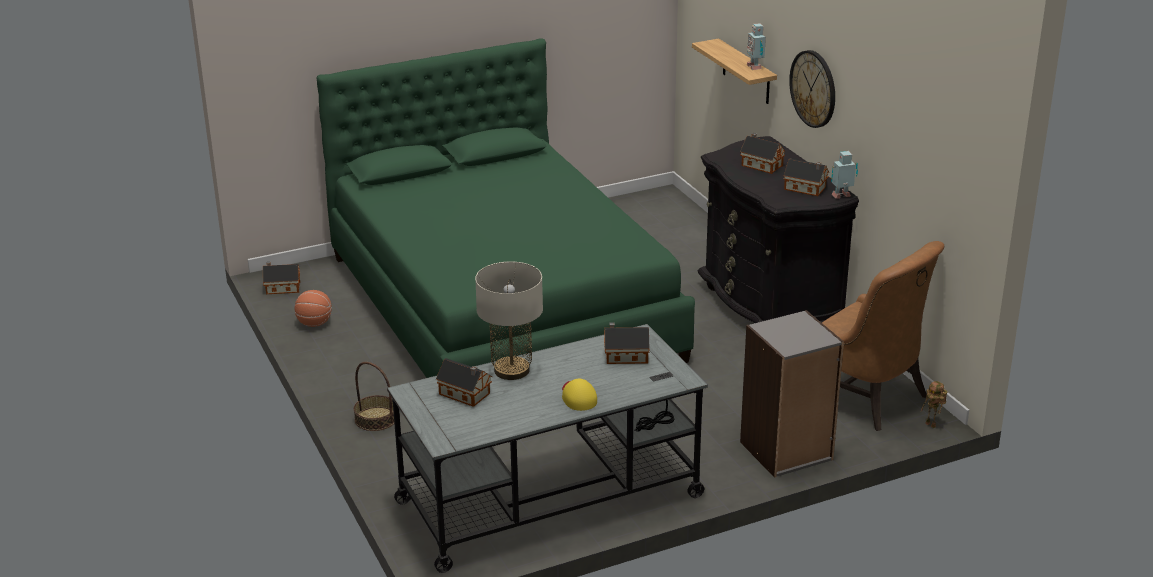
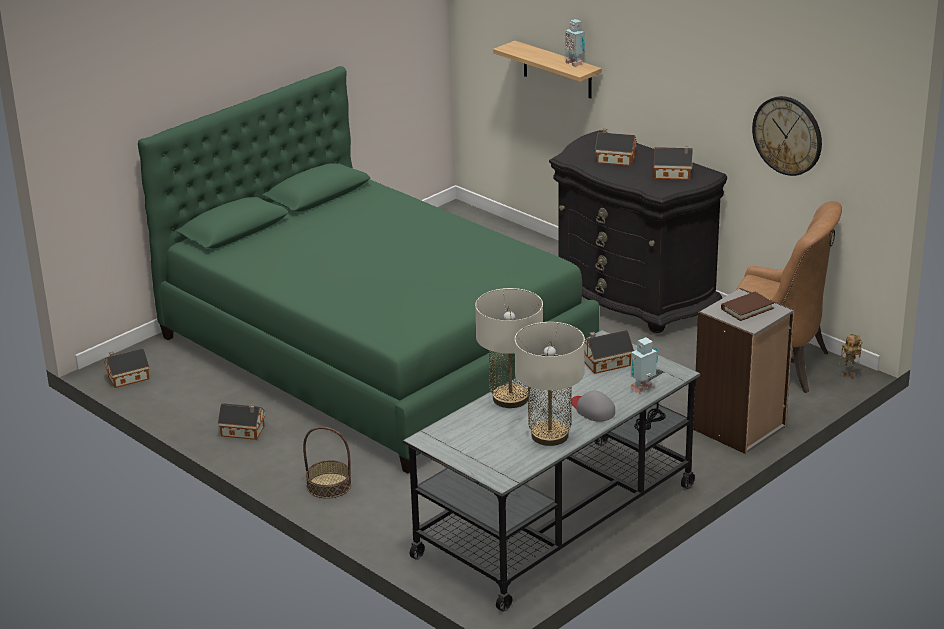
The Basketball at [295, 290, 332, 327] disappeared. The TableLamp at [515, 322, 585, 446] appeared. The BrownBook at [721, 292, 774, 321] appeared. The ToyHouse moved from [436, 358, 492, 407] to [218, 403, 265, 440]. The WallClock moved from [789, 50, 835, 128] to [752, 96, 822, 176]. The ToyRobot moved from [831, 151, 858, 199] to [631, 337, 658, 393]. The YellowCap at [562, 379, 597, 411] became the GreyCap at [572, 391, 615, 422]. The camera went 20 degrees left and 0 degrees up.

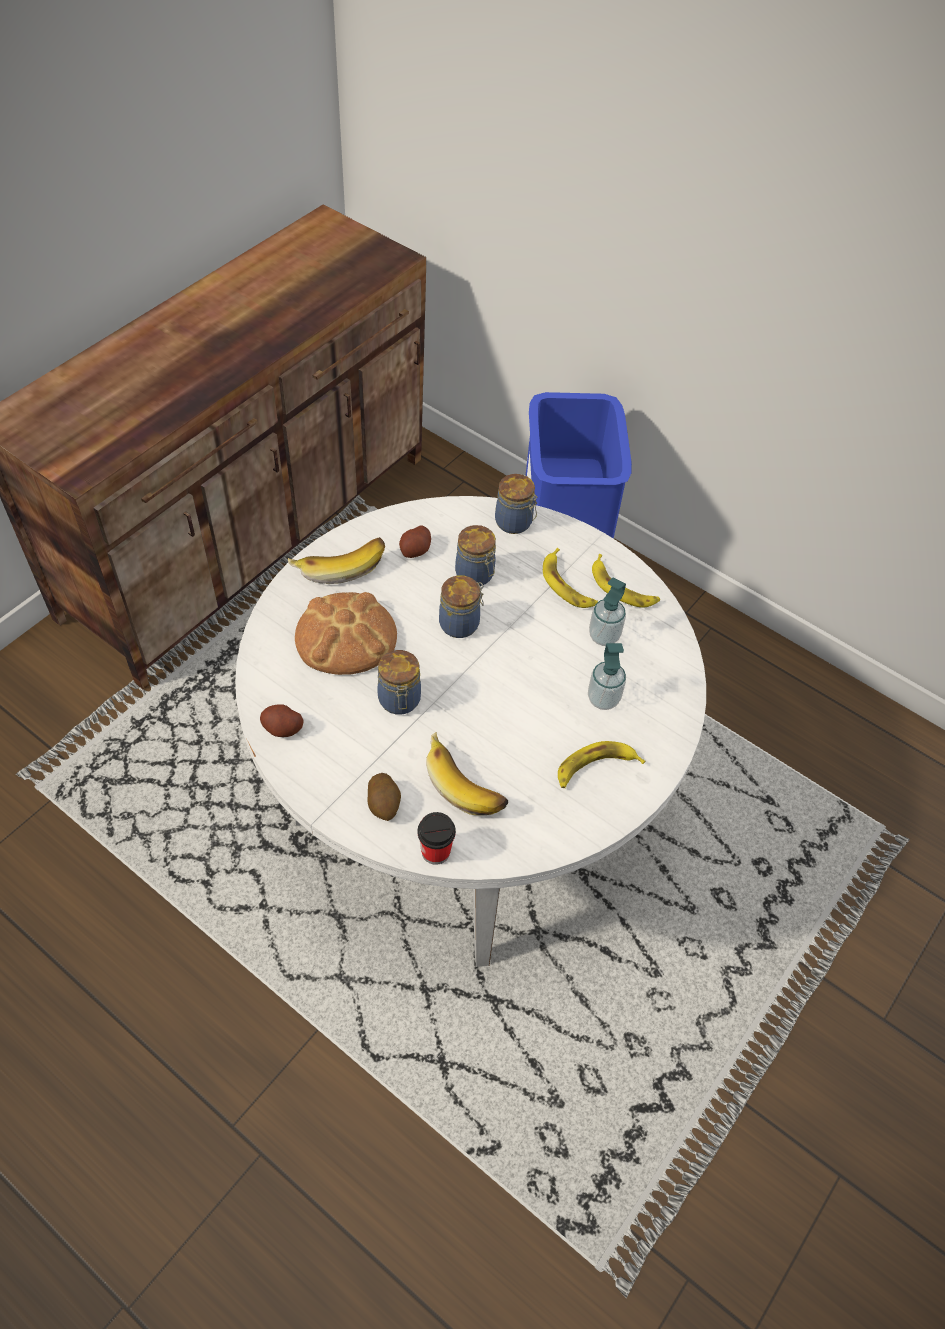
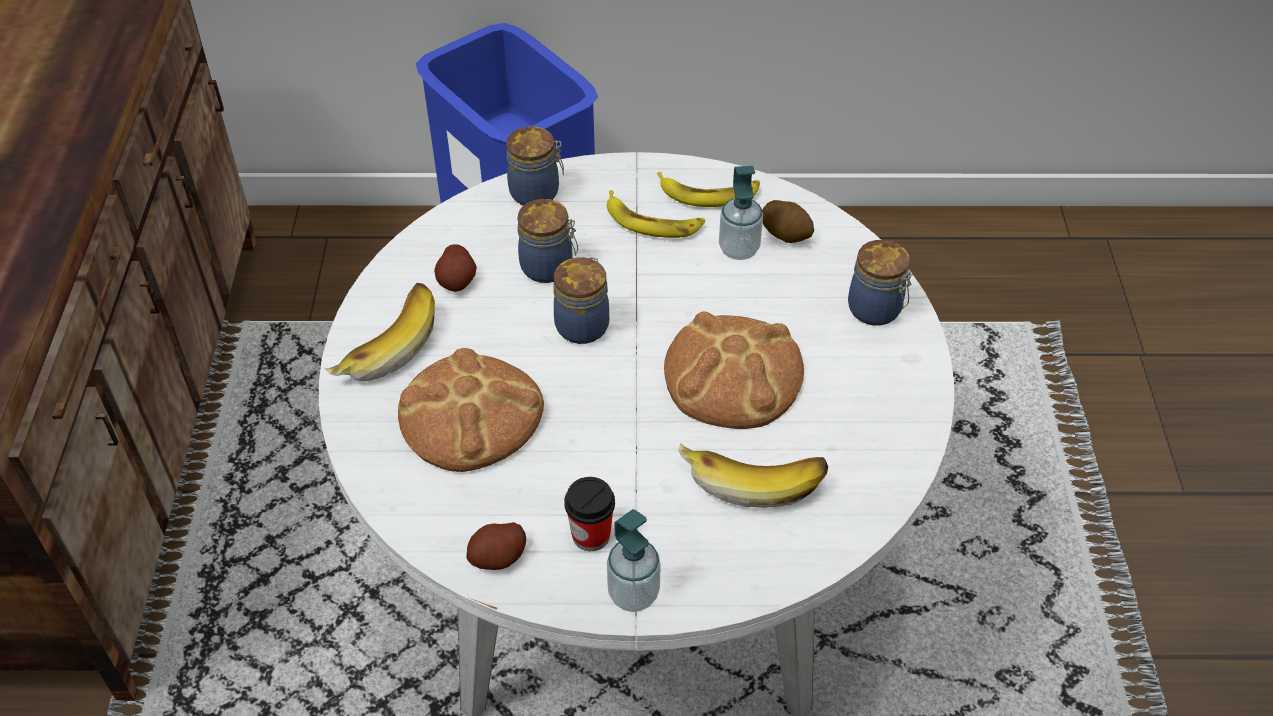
The Banana at [558, 741, 645, 788] disappeared. The Bread at [664, 311, 804, 429] appeared. The Potato moved from [367, 773, 401, 821] to [762, 200, 814, 243]. The Jar moved from [377, 650, 421, 715] to [848, 240, 913, 326]. The Cup moved from [417, 812, 456, 865] to [564, 477, 615, 551]. The SoapDispenser moved from [588, 643, 626, 710] to [607, 509, 661, 612]. The camera went 35 degrees left and 5 degrees down.

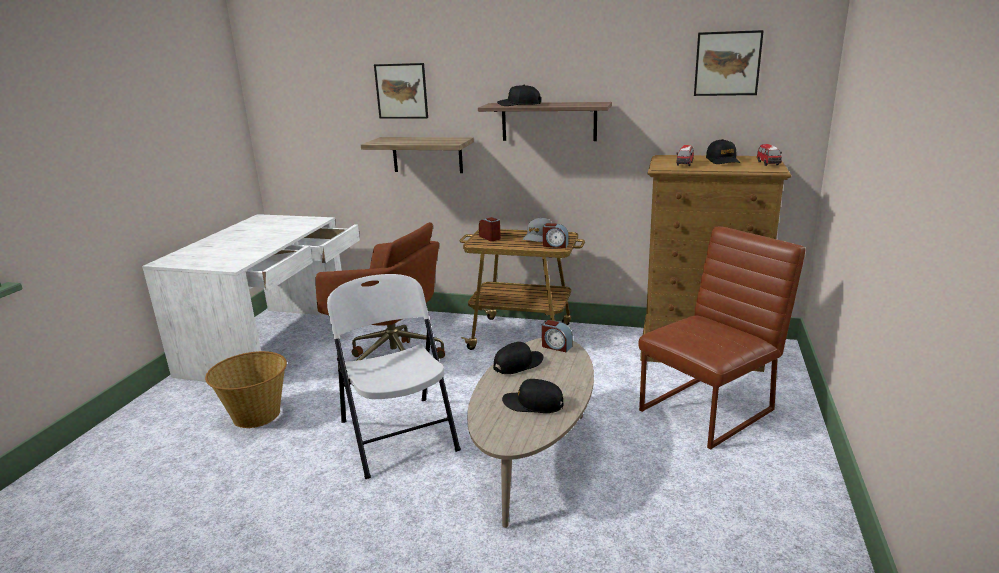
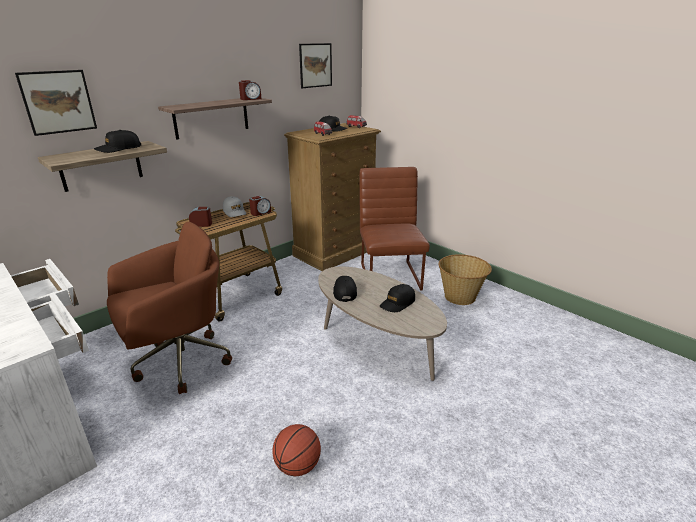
The WhiteChair at [327, 274, 461, 479] disappeared. The Basketball at [272, 424, 321, 476] appeared. The Basket moved from [205, 351, 287, 428] to [439, 254, 492, 305]. The BlackCap moved from [497, 85, 541, 106] to [94, 130, 141, 153]. The AlarmClock moved from [542, 320, 573, 352] to [239, 80, 262, 100]. The camera went 60 degrees left and 5 degrees up.

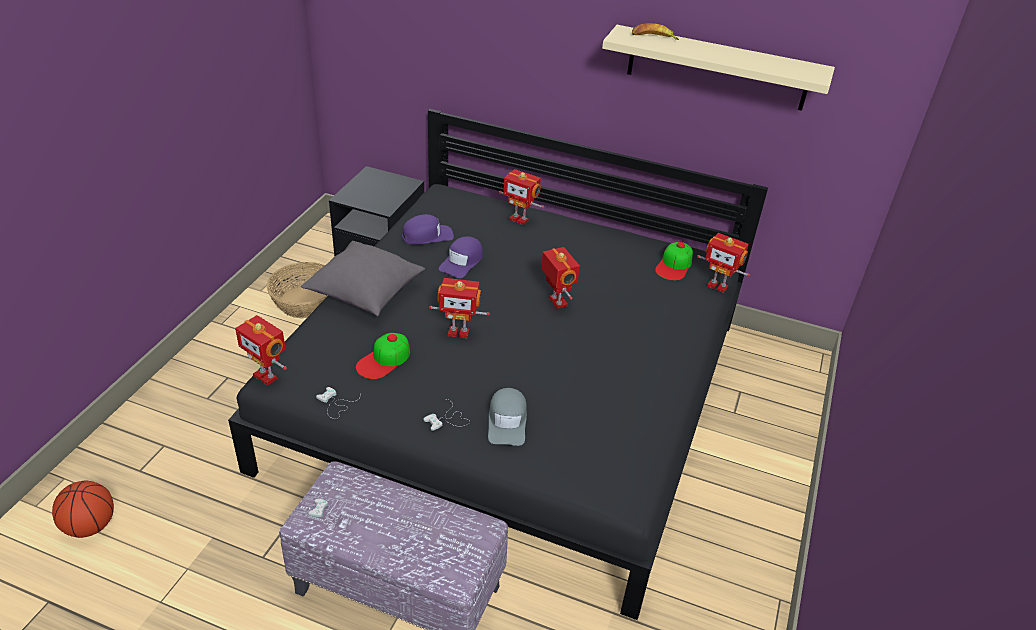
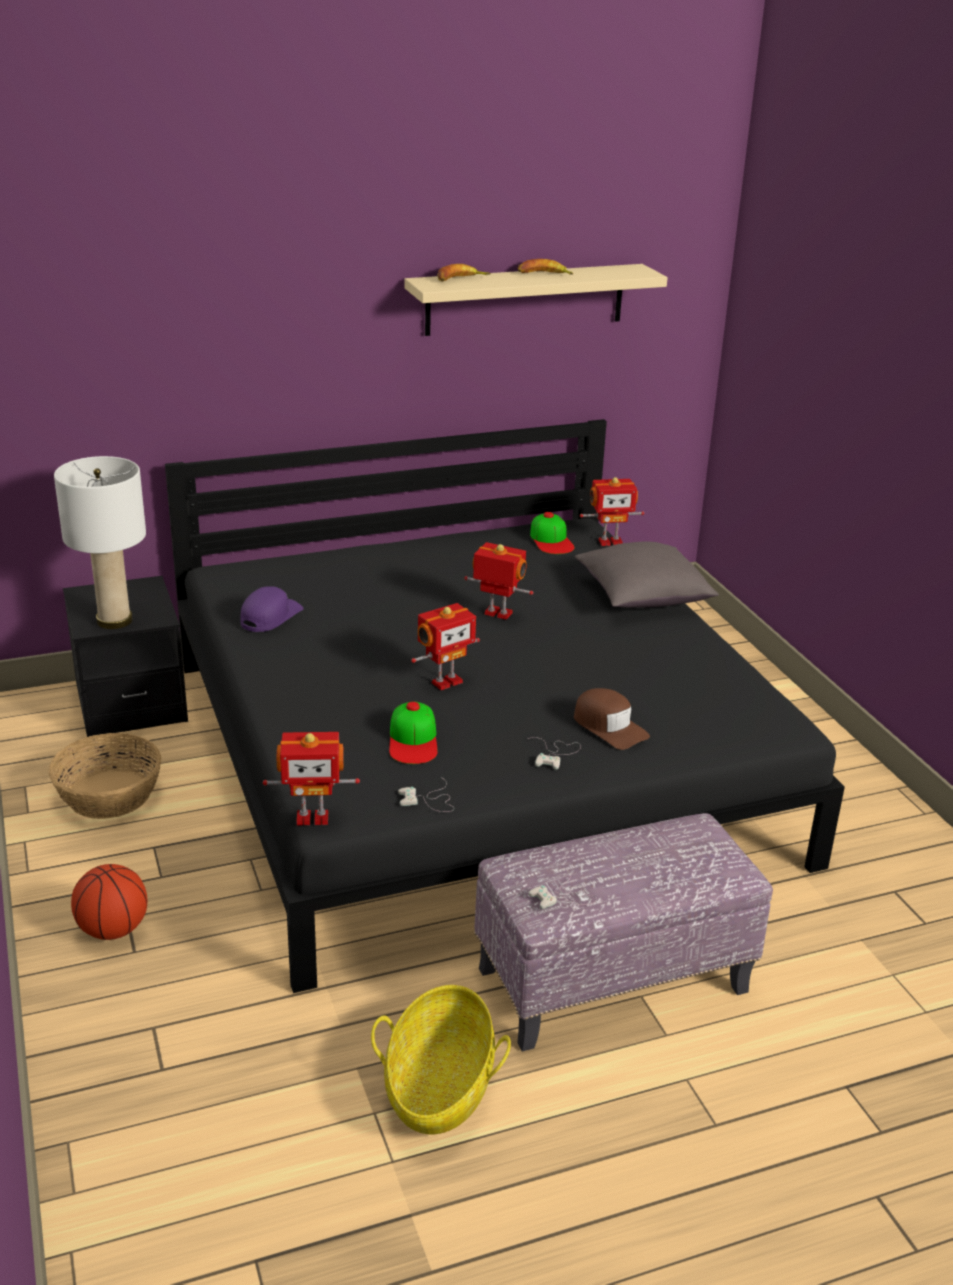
The PurpleCap at [439, 236, 483, 278] disappeared. The ToyRobot at [499, 169, 544, 225] disappeared. The WhiteTableLamp at [54, 456, 146, 629] appeared. The Basket at [371, 985, 511, 1134] appeared. The Banana at [518, 259, 573, 274] appeared. The Basketball moved from [52, 481, 114, 538] to [71, 864, 147, 940]. The GreyPillow moved from [301, 241, 425, 316] to [575, 542, 719, 608]. The GreyCap at [488, 388, 527, 446] became the BrownCap at [574, 688, 650, 750]. The camera went 40 degrees left and 10 degrees down.

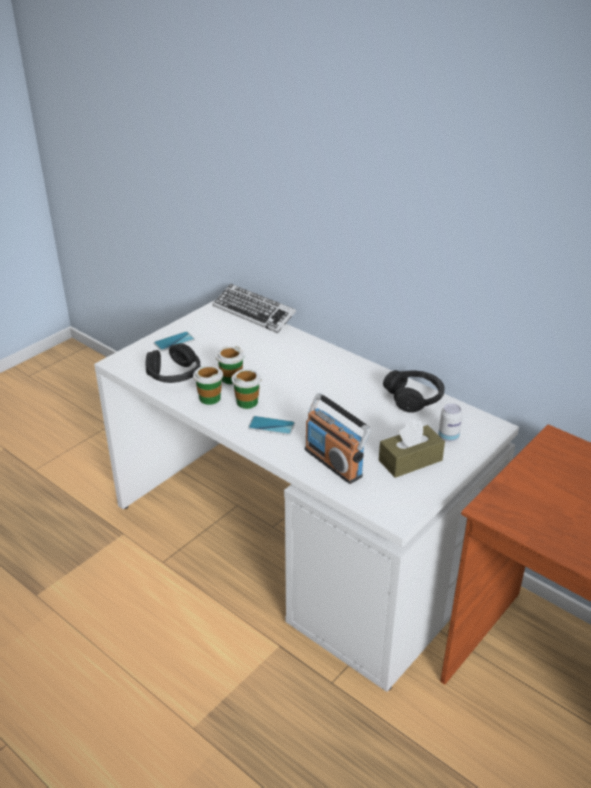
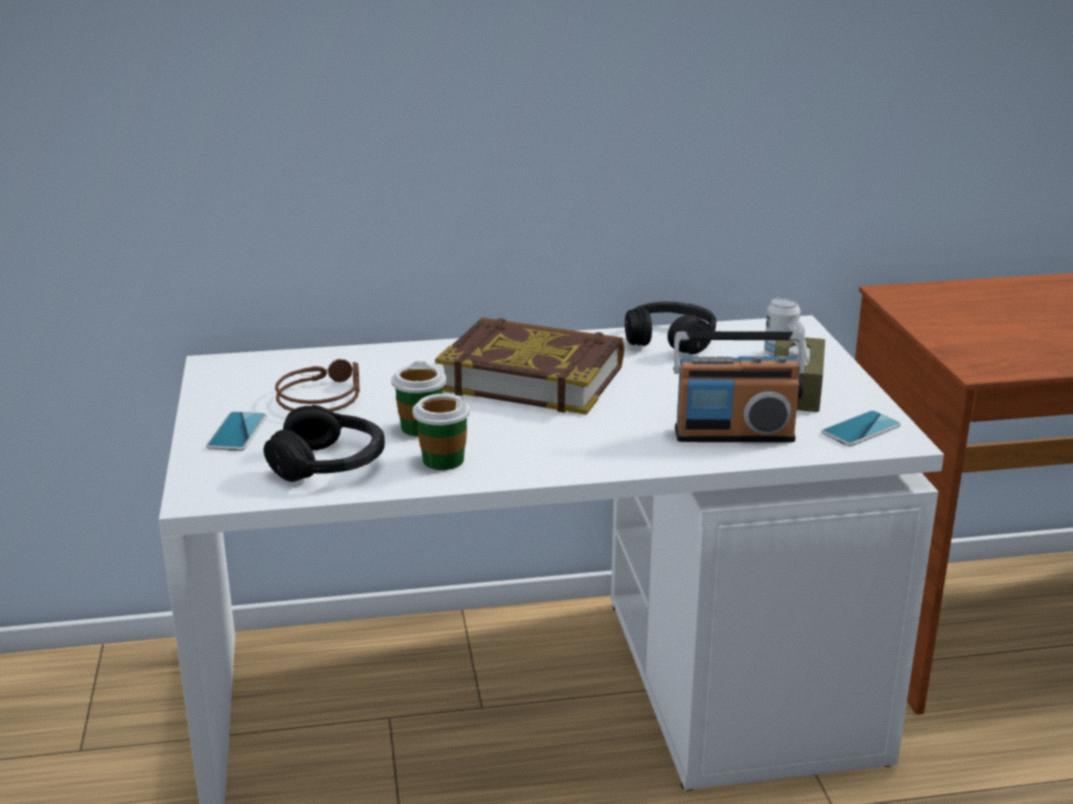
The Keyboard at [213, 284, 296, 333] disappeared. The Cup at [232, 369, 261, 409] disappeared. The BrownHeadphones at [275, 359, 360, 412] appeared. The Book at [435, 318, 624, 415] appeared. The Phone moved from [248, 416, 295, 436] to [821, 411, 901, 446]. The camera went 50 degrees left and 10 degrees down.

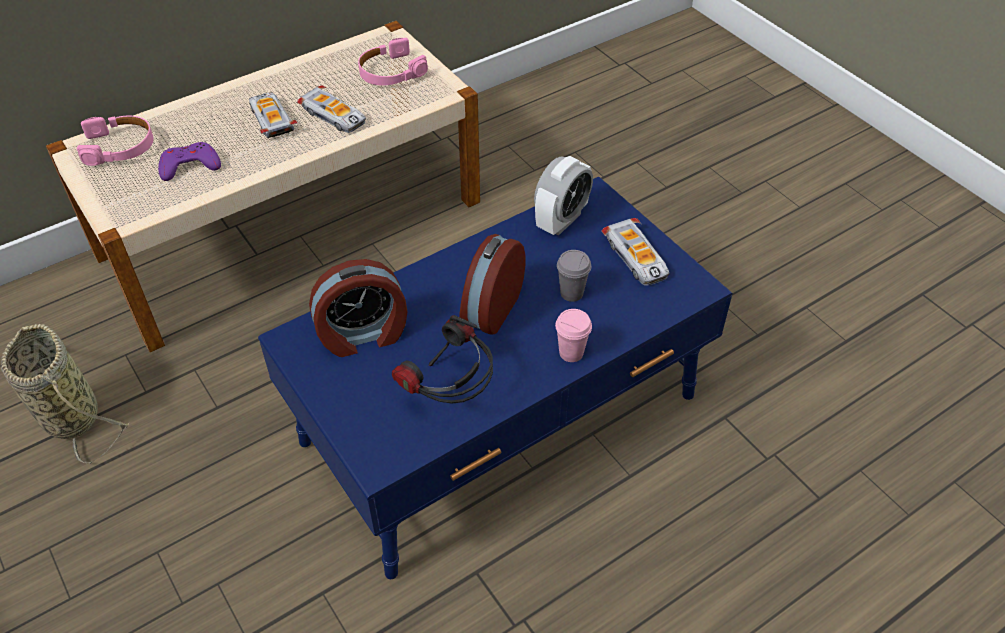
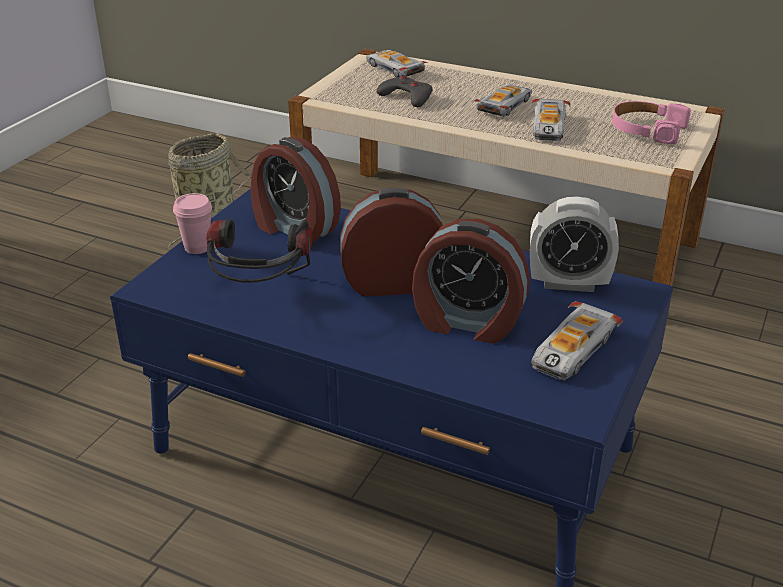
The PinkCup moved from [555, 309, 592, 362] to [173, 193, 212, 254]. The PinkHeadphones at [77, 116, 154, 166] was replaced by the ToyCar at [366, 50, 428, 77]. The GreyCup at [557, 250, 591, 302] was replaced by the AlarmClock at [412, 219, 530, 344]. The PurpleGameController at [158, 142, 221, 181] became the GreyGameController at [377, 75, 433, 107]. The camera went 60 degrees right and 15 degrees down.

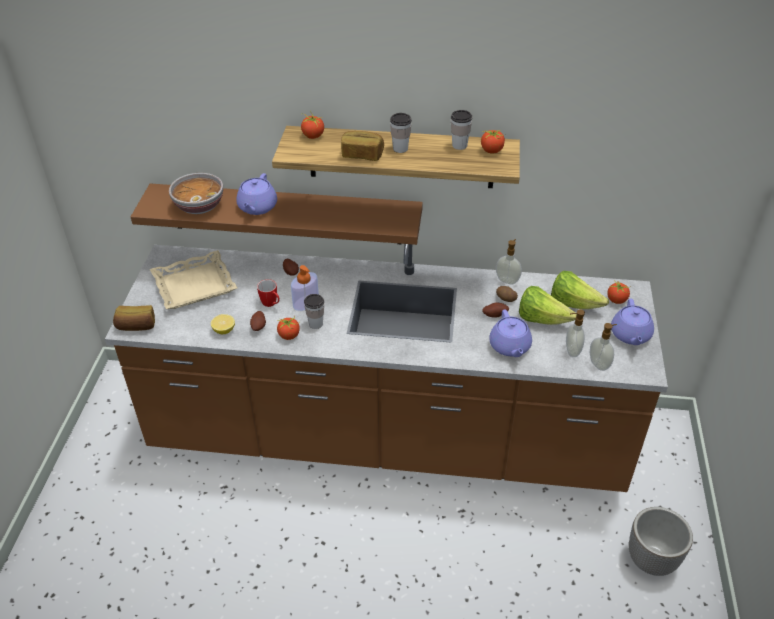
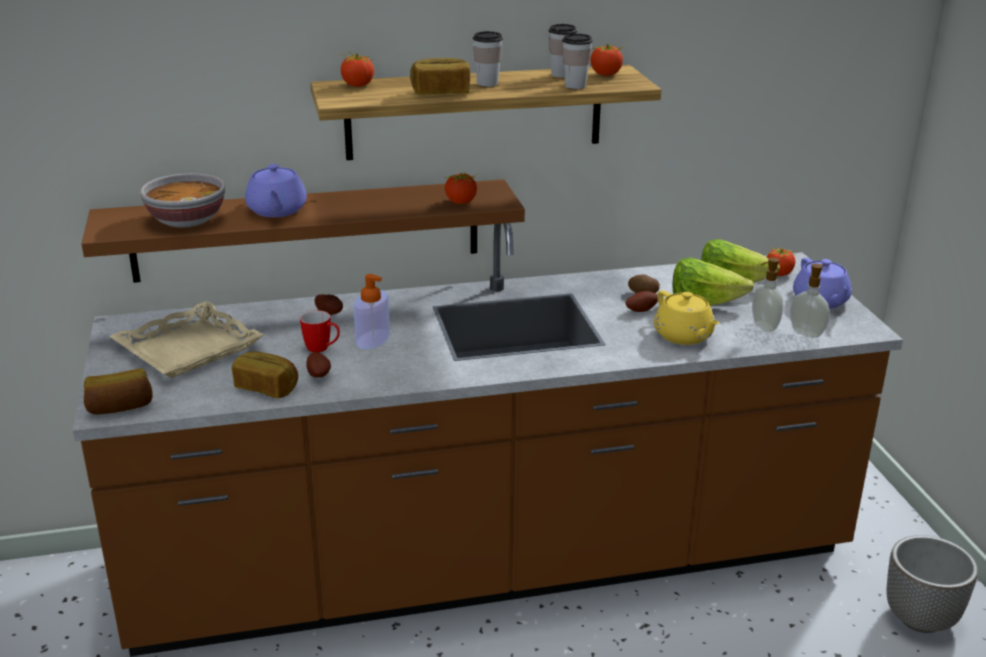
The SoapDispenser at [496, 239, 522, 284] disappeared. The Tomato moved from [277, 317, 300, 340] to [445, 173, 477, 204]. The Cup moved from [304, 294, 324, 329] to [562, 33, 593, 89]. The Lemon at [211, 314, 235, 334] was replaced by the Bread at [232, 351, 298, 398]. The PurpleTeapot at [489, 309, 532, 357] became the YellowTeapot at [654, 290, 719, 345]. The camera went 20 degrees left and 15 degrees down.

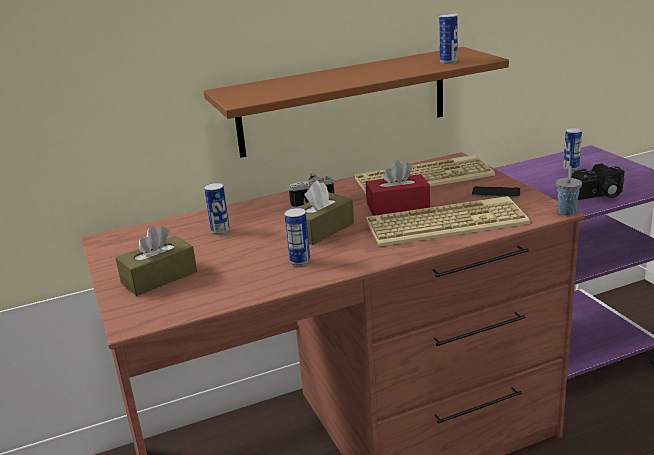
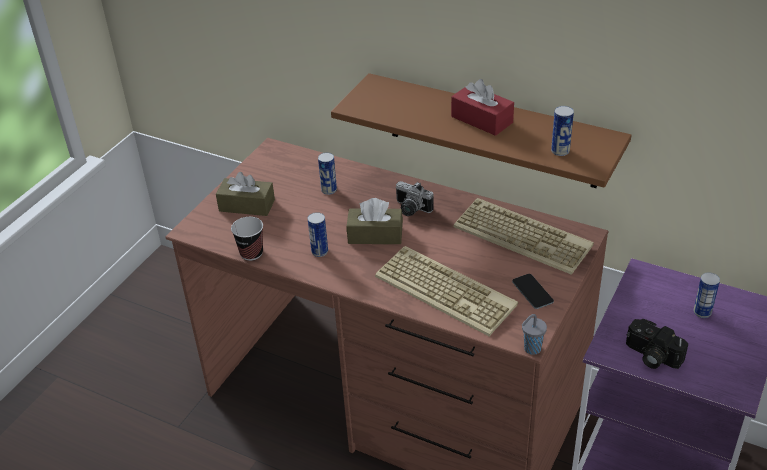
The Cup at [231, 217, 263, 261] appeared. The RedTissueBox moved from [366, 160, 430, 216] to [451, 79, 514, 136]. The camera went 50 degrees right and 15 degrees up.

